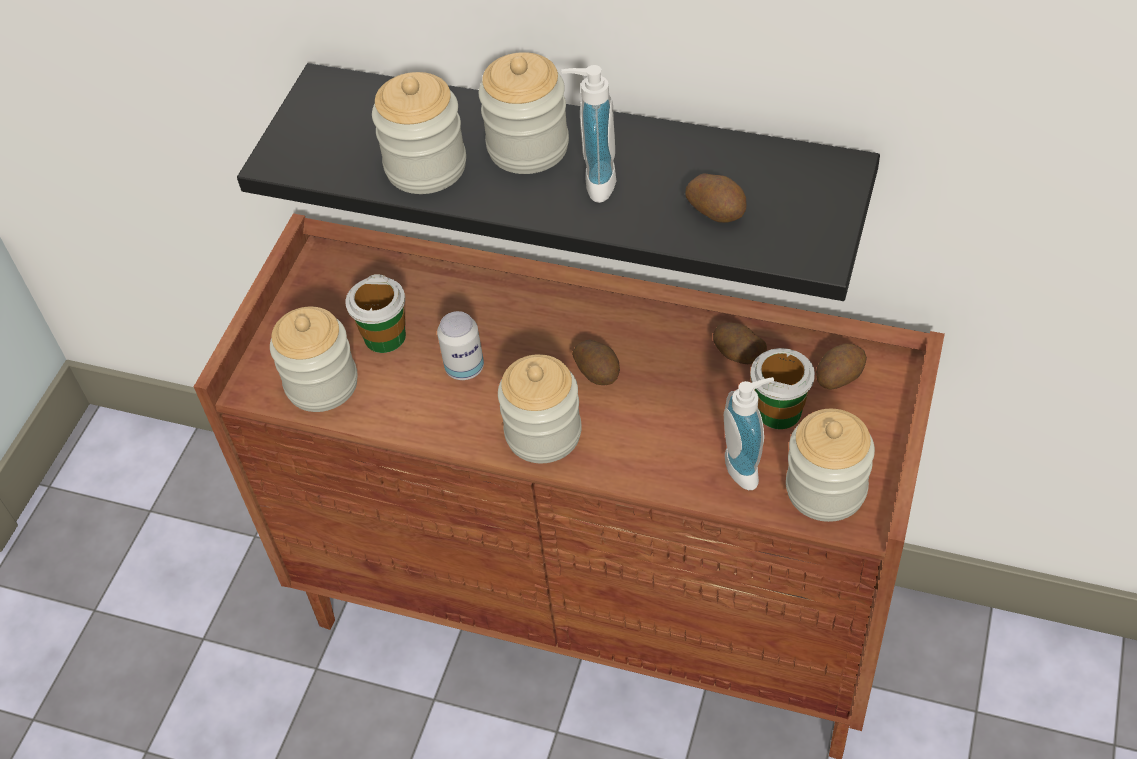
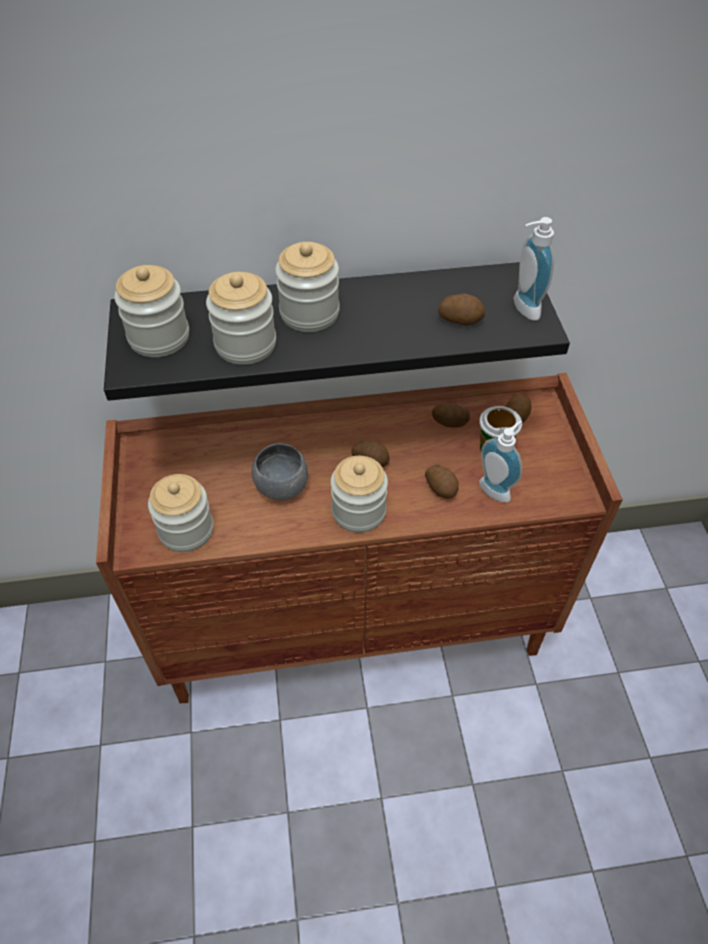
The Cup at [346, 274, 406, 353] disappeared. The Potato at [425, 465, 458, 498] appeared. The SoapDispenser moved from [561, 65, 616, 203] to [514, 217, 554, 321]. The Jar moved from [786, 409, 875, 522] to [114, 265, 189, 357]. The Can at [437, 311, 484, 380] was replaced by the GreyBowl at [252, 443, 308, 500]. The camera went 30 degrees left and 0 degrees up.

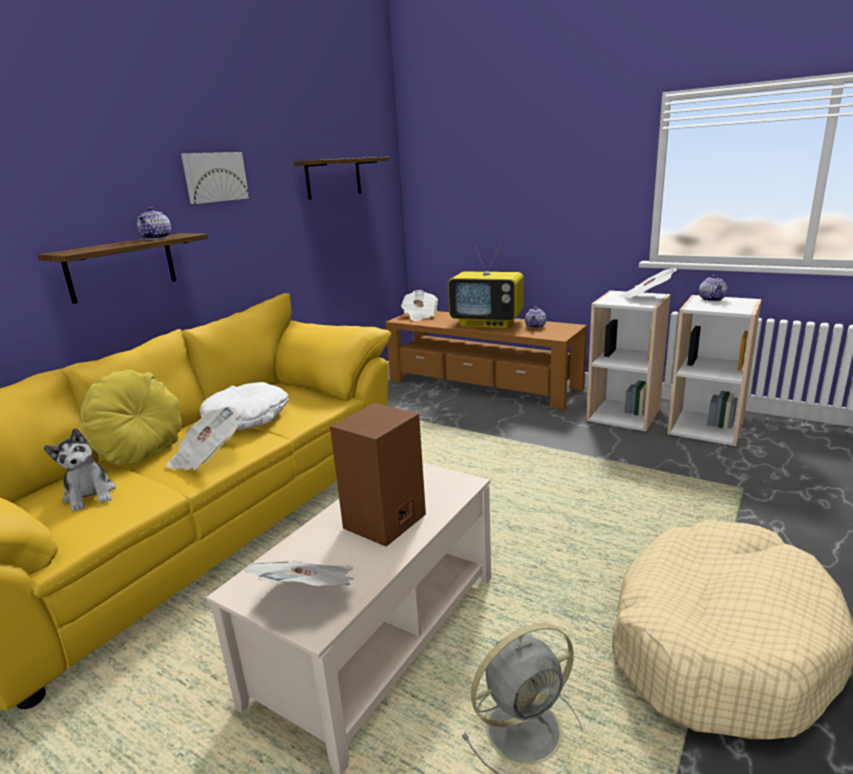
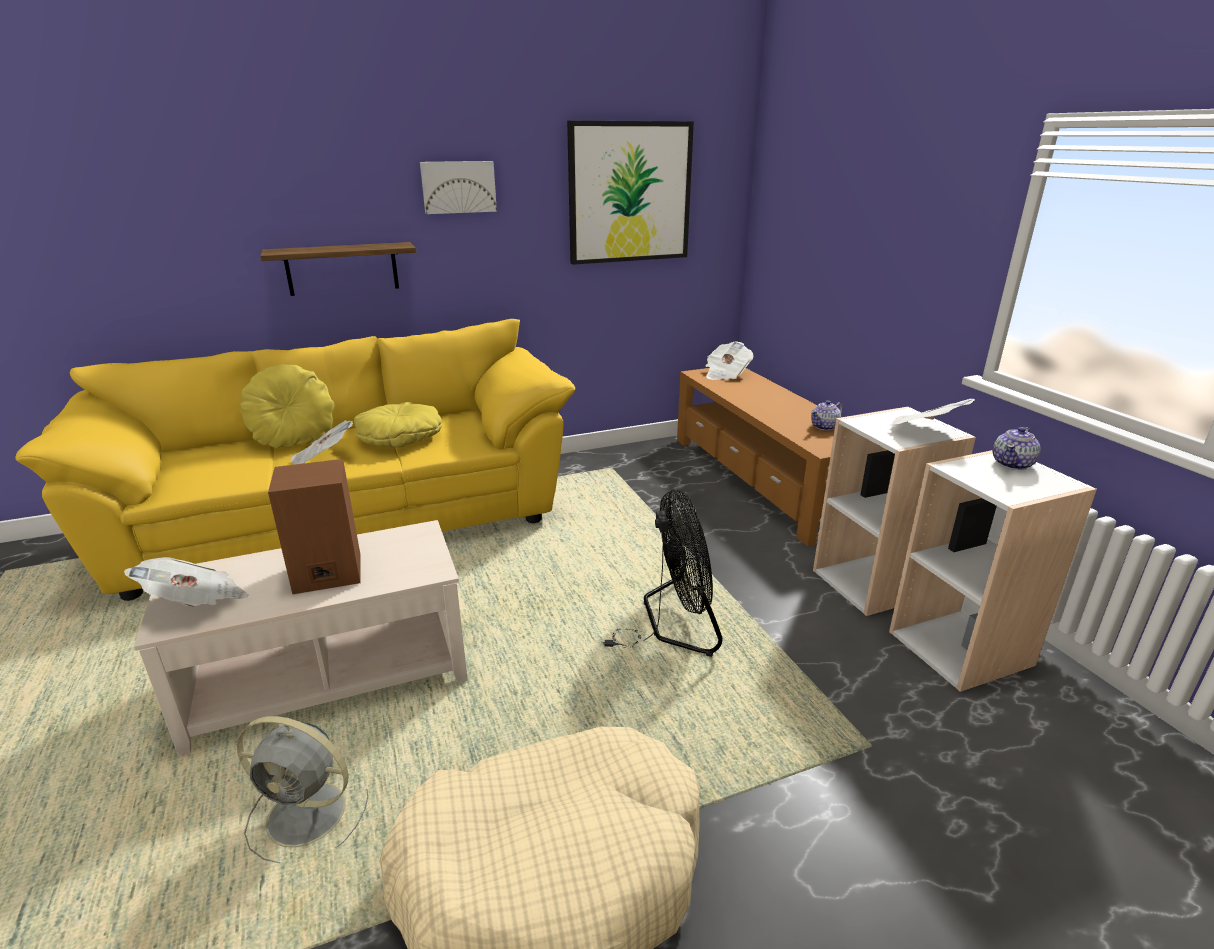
The PlushToy at [44, 428, 116, 512] disappeared. The Teapot at [137, 207, 171, 240] disappeared. The Television at [448, 244, 524, 329] disappeared. The BlackFan at [602, 490, 722, 657] appeared. The Shelf at [294, 157, 389, 200] was replaced by the Picture at [567, 121, 694, 265]. The WhitePillow at [200, 382, 289, 430] became the YellowPillow at [354, 401, 442, 448]. The camera went 35 degrees right and 5 degrees up.

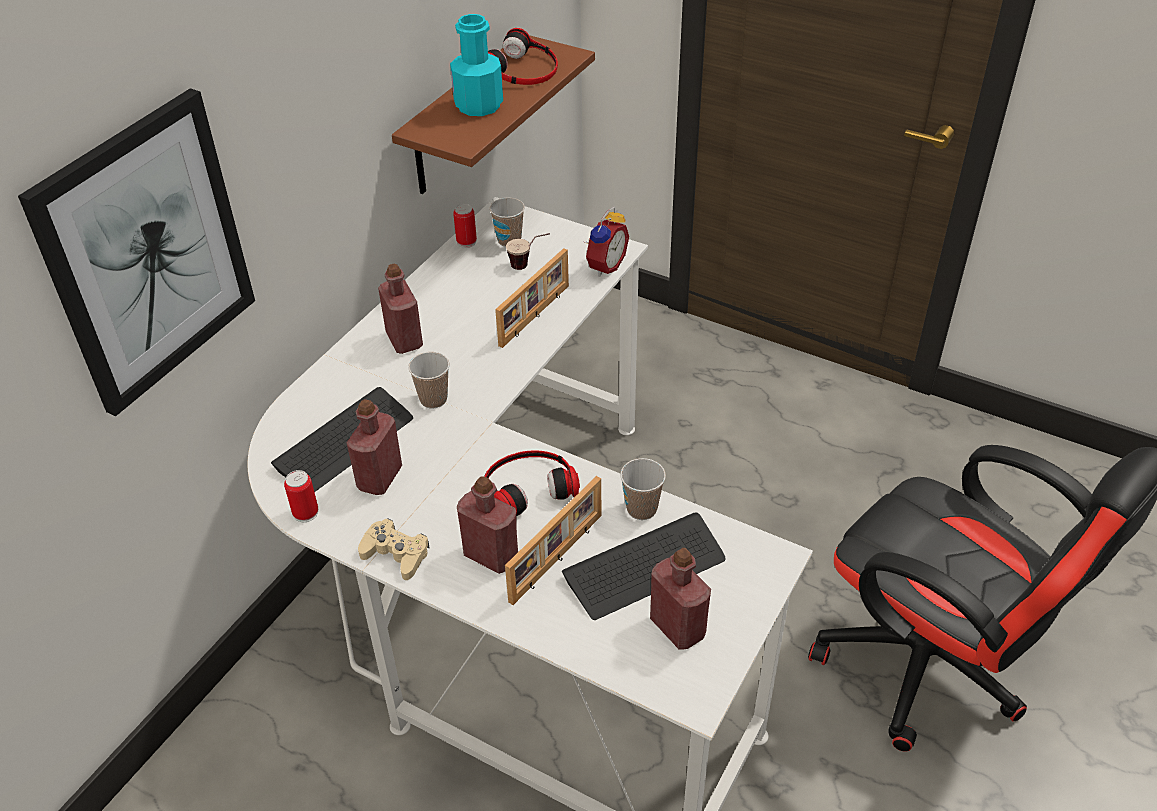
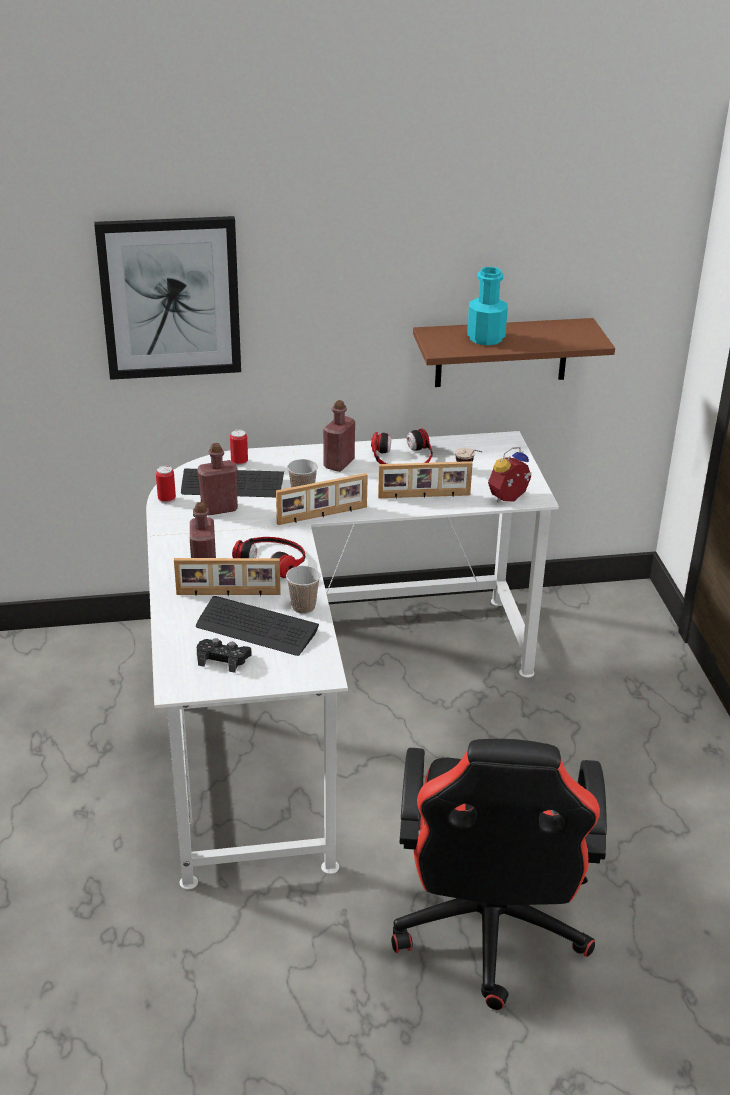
The BeigeGameController at [358, 518, 430, 580] disappeared. The Cup at [490, 198, 525, 247] disappeared. The PictureFrame at [276, 473, 368, 525] appeared. The Can moved from [453, 204, 477, 248] to [230, 430, 248, 466]. The Headphones moved from [488, 28, 558, 85] to [371, 428, 433, 464]. The RedBottle at [650, 548, 711, 649] was replaced by the BlackGameController at [197, 638, 252, 673]. The AlarmClock at [584, 207, 629, 277] turned 150 degrees clockwise. The camera went 50 degrees right and 10 degrees down.

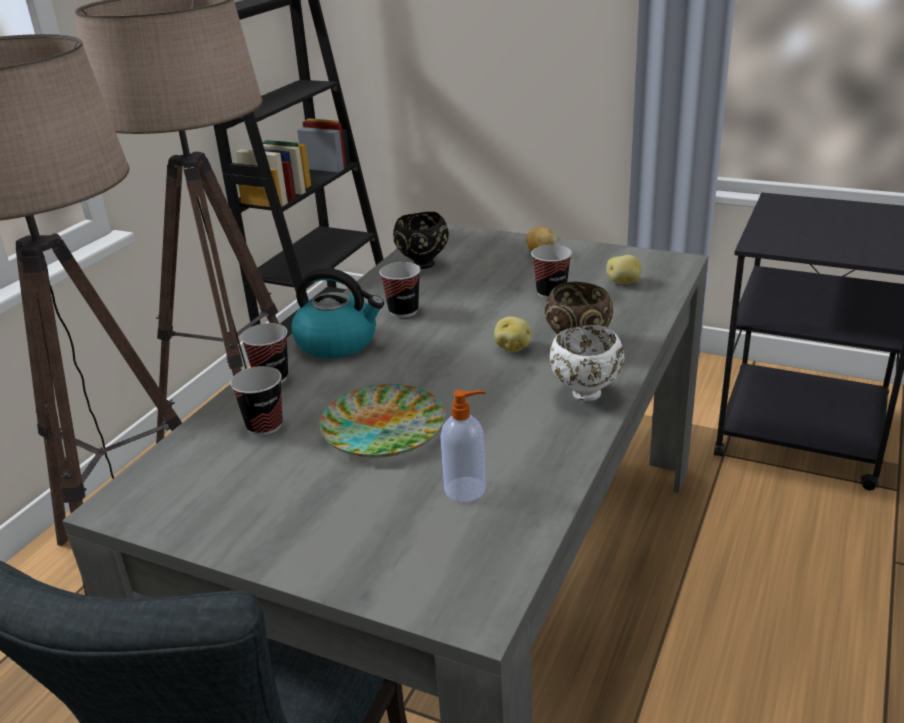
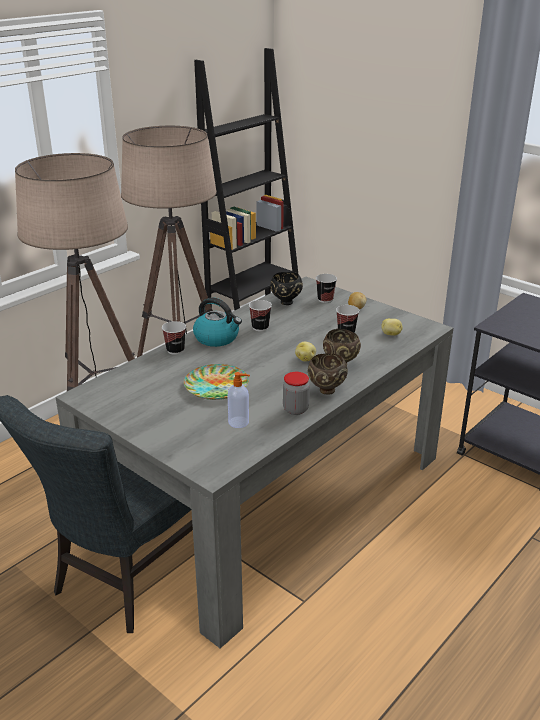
The Jar at [283, 372, 310, 415] appeared. The Cup moved from [230, 366, 283, 436] to [316, 274, 337, 303]. The WhiteBowl at [550, 325, 624, 401] became the BrownBowl at [308, 354, 348, 395]. The camera went 15 degrees right and 0 degrees up.

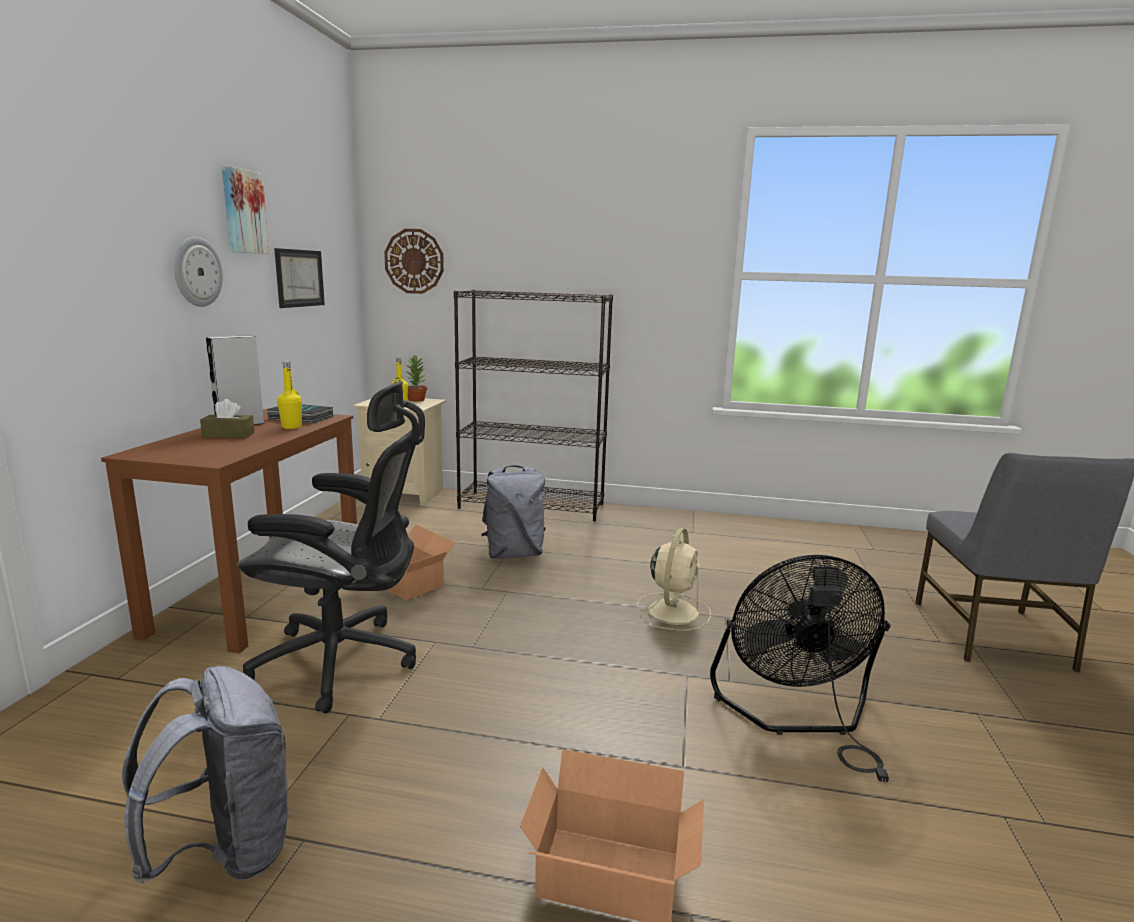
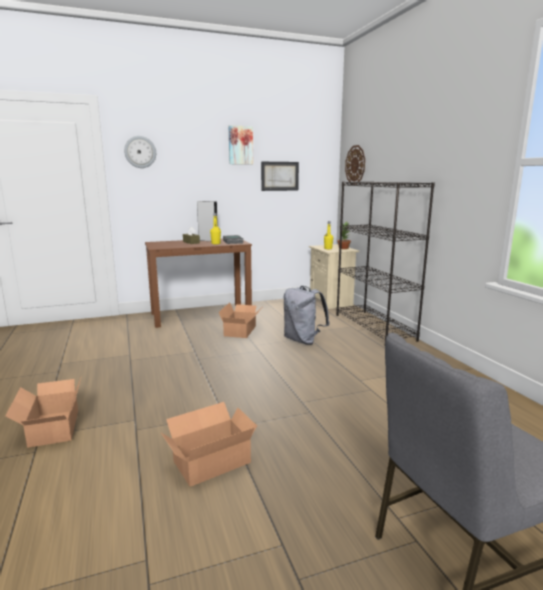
The GreyBackpack at [122, 666, 292, 884] disappeared. The OfficeChair at [237, 381, 425, 713] disappeared. The BeigeFan at [637, 528, 711, 631] disappeared. The WallClock moved from [174, 237, 223, 307] to [124, 136, 156, 168]. The BlackFan at [710, 555, 891, 782] was replaced by the CardboardBox at [161, 402, 257, 487]. The camera went 60 degrees right and 0 degrees up.

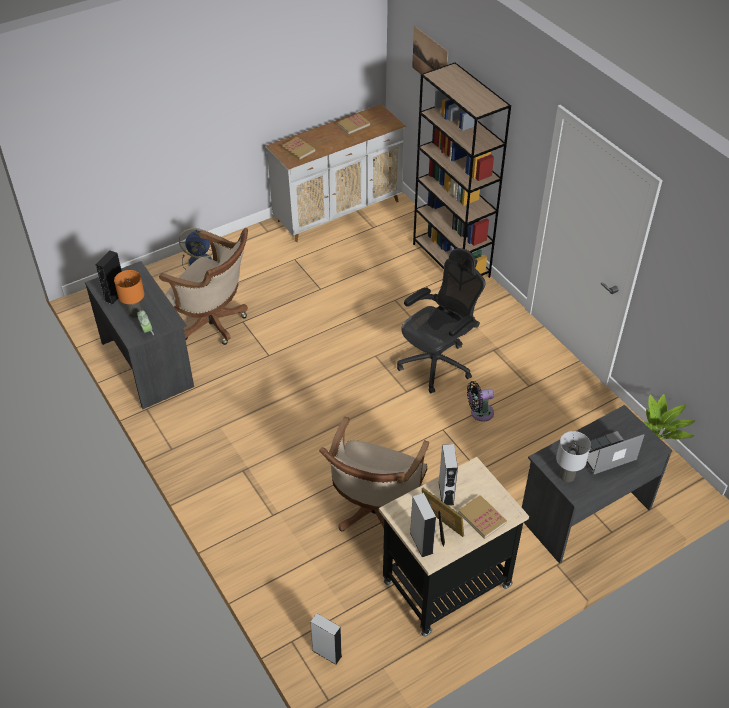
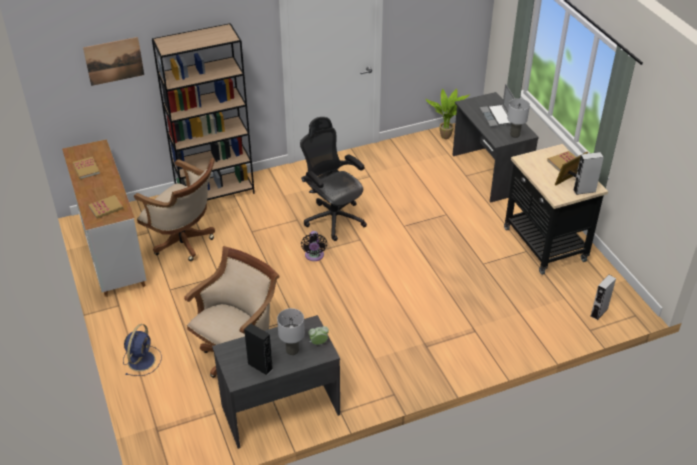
The GreySpeaker at [439, 444, 458, 506] disappeared. The OfficeChair moved from [319, 417, 429, 531] to [134, 158, 215, 261]. The BlackFan moved from [467, 381, 494, 422] to [301, 231, 327, 261]. The OrangeTableLamp at [114, 270, 144, 318] became the WhiteTableLamp at [277, 308, 305, 355]. The camera went 80 degrees left and 5 degrees down.

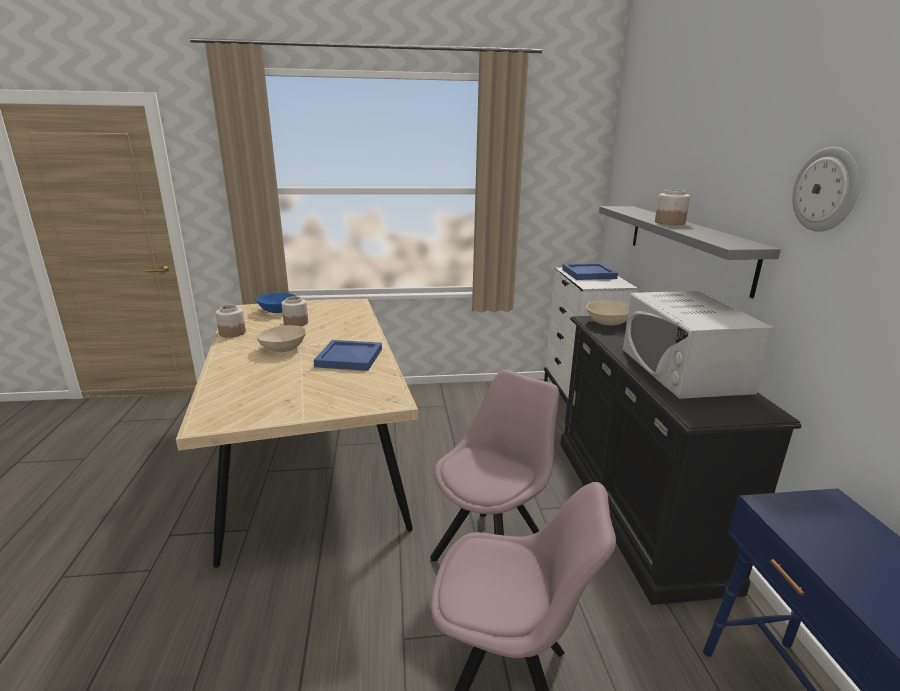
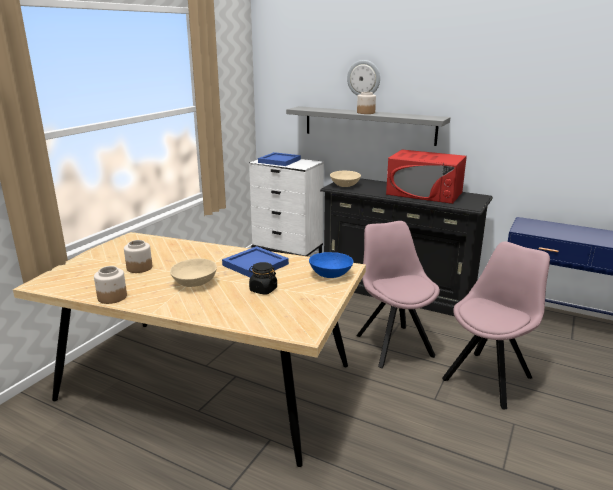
The BlackJar at [249, 262, 277, 295] appeared. The BlueBowl moved from [256, 292, 295, 313] to [309, 252, 353, 278]. The WallClock moved from [792, 147, 860, 232] to [347, 60, 380, 96]. The WhiteMicrowave at [623, 291, 774, 399] became the RedMicrowave at [386, 150, 467, 204]. The camera went 55 degrees left and 0 degrees up.

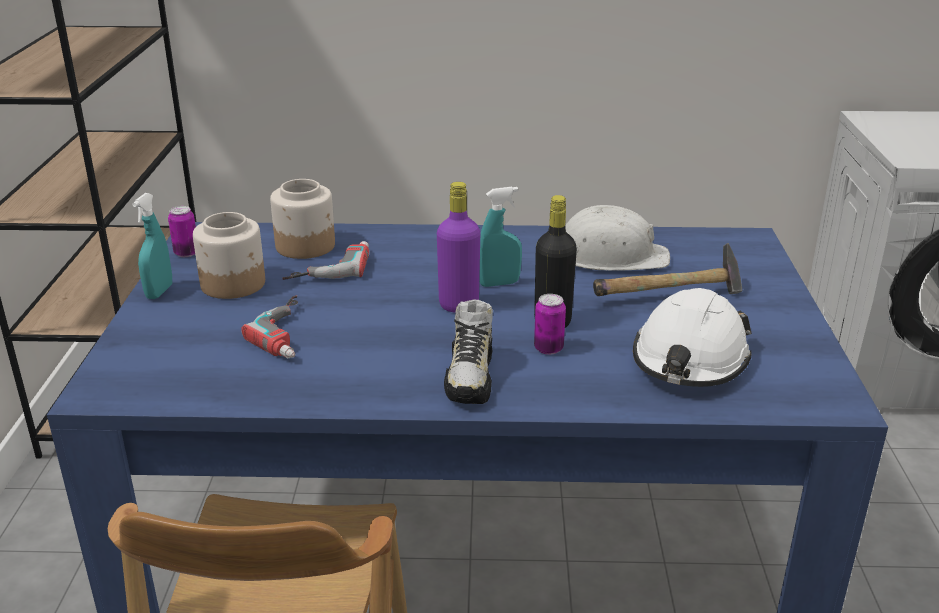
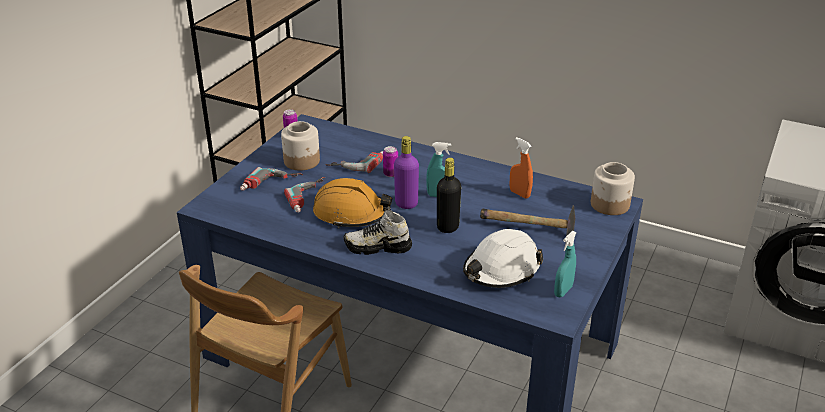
The PowerDrill at [240, 167, 303, 191] appeared. The OrangeHardHat at [313, 178, 392, 229] appeared. The TurquoiseSprayBottle moved from [132, 193, 172, 299] to [554, 231, 577, 297]. The Jar moved from [270, 179, 335, 259] to [591, 162, 635, 215]. The Can moved from [534, 294, 566, 355] to [383, 146, 398, 177]. The WhiteHardHat at [565, 205, 670, 271] was replaced by the OrangeSprayBottle at [510, 137, 533, 199]. The Shoe at [444, 300, 493, 404] turned 60 degrees clockwise. The camera went 25 degrees right and 5 degrees up.

